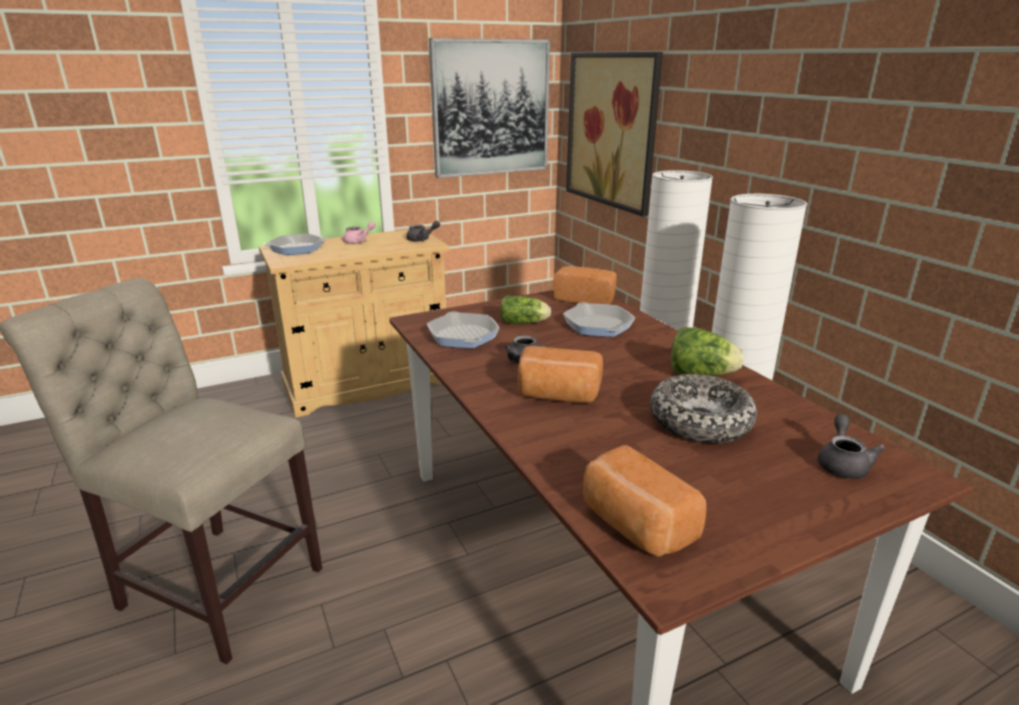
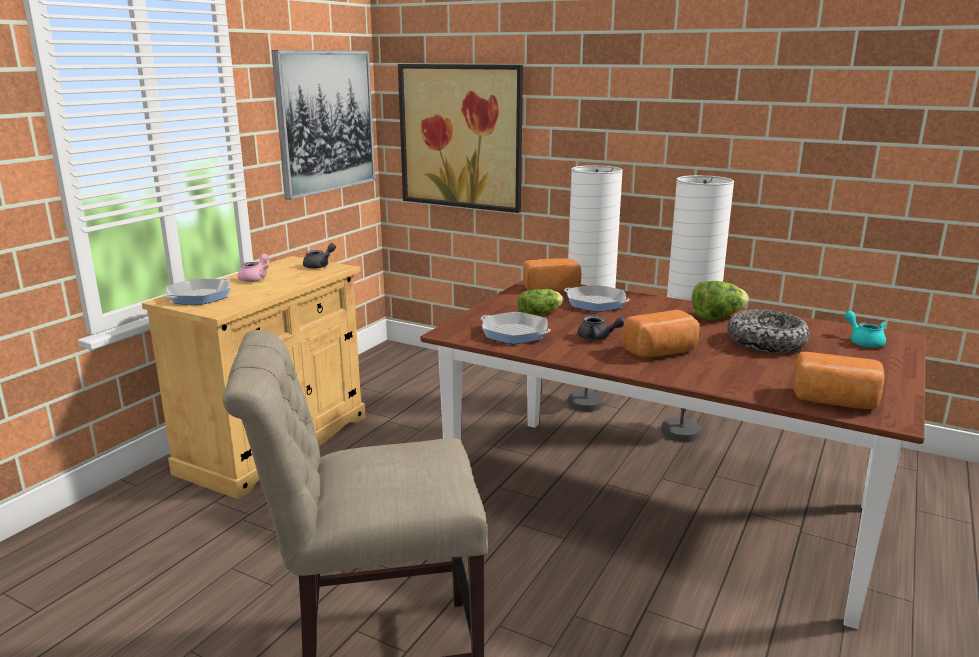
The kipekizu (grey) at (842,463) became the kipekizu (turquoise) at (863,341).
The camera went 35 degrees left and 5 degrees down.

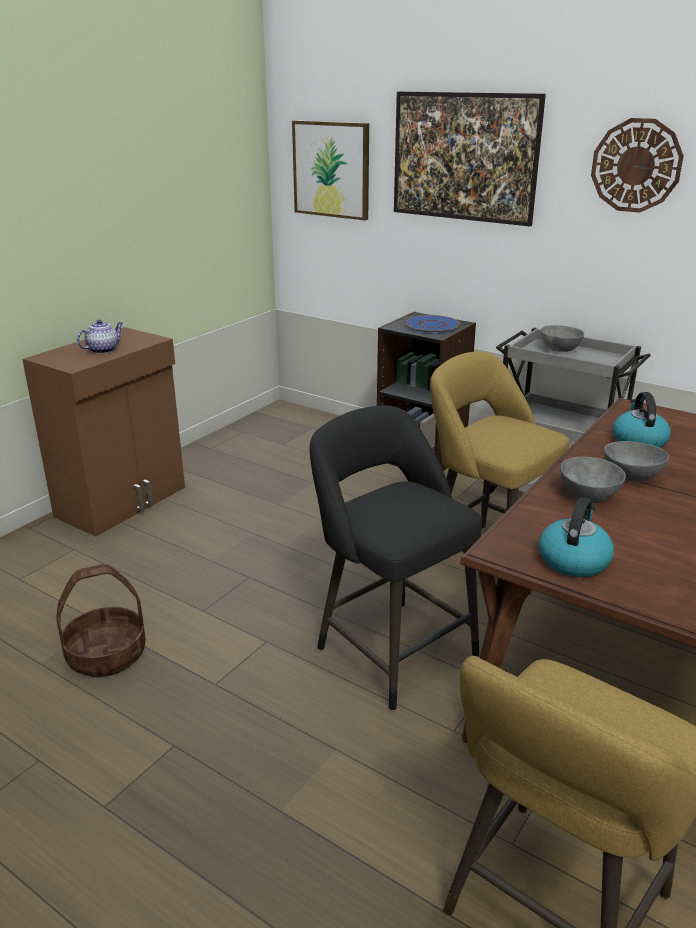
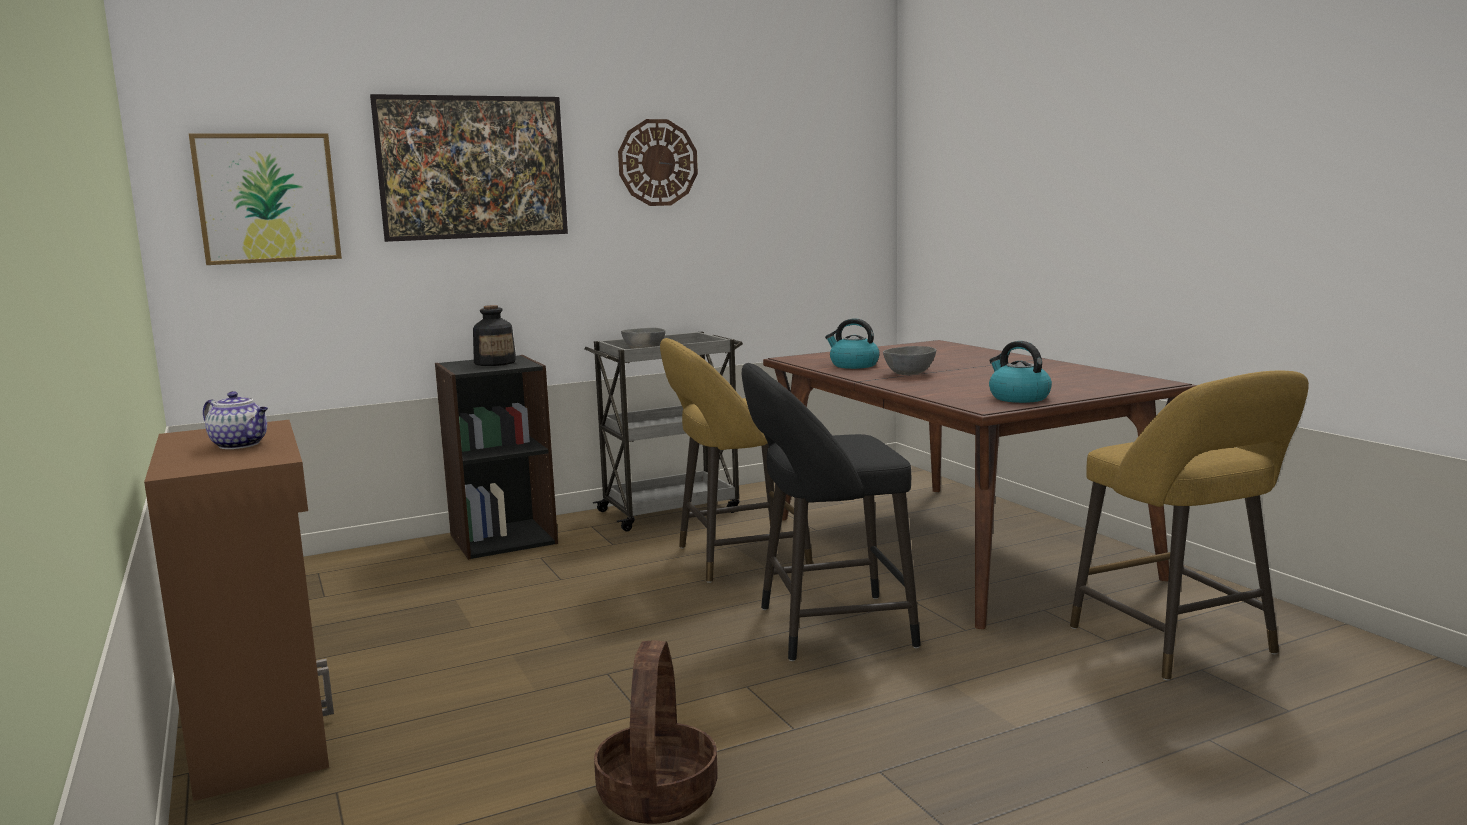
The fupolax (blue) at (432,325) was replaced by the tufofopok at (495,363).
The kipekizu at (103,350) turned 135 degrees clockwise.
The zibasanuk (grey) at (588,496) disappeared.
The camera went 60 degrees left and 15 degrees down.

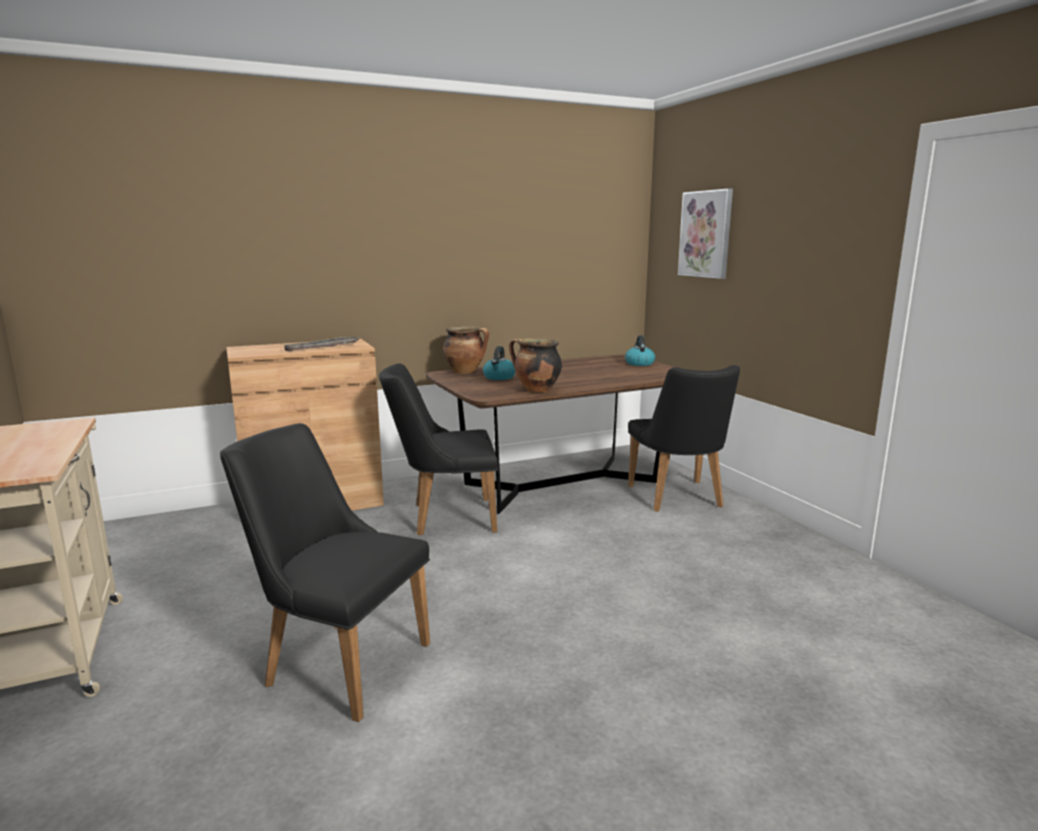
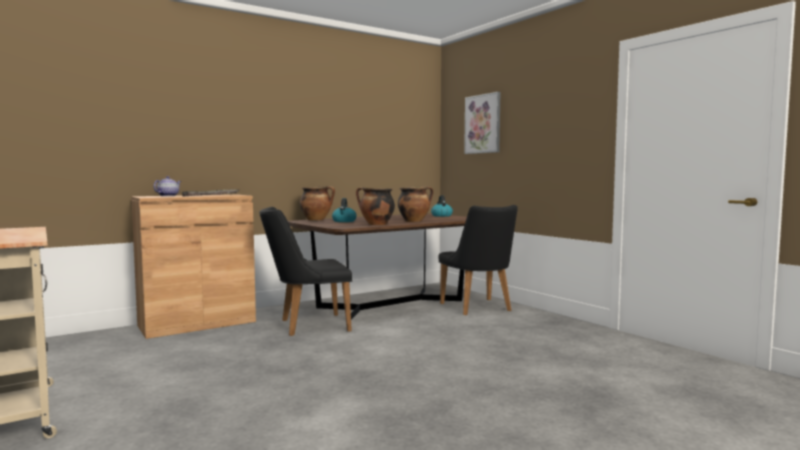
The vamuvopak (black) at (336,661) disappeared.
The kipekizu at (168,196) appeared.
The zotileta at (414,221) appeared.
The camera went 10 degrees left and 10 degrees down.

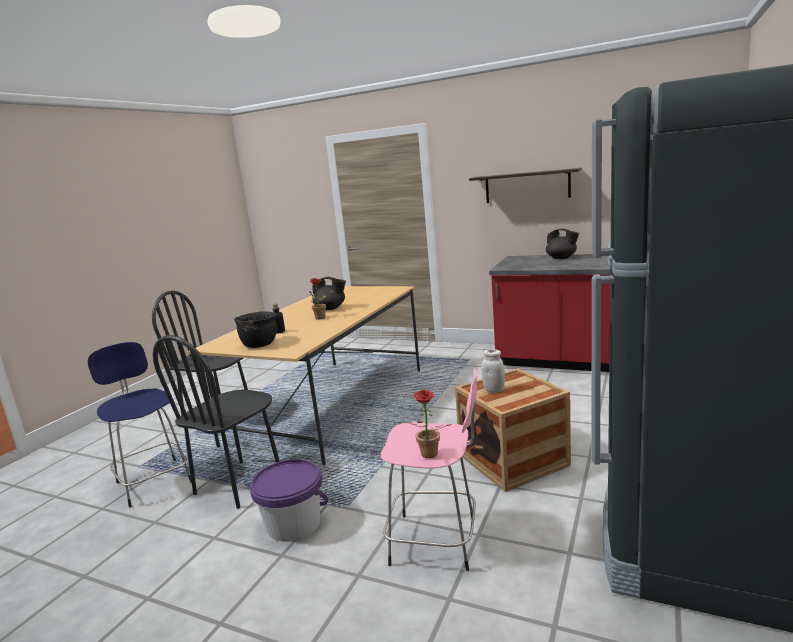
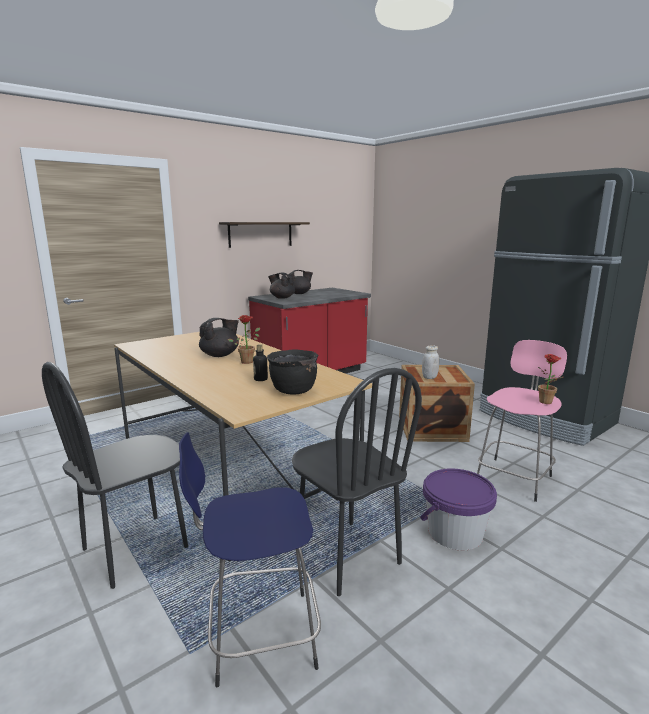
The kipekizu (black) at (282,297) appeared.
The camera went 65 degrees left and 0 degrees up.

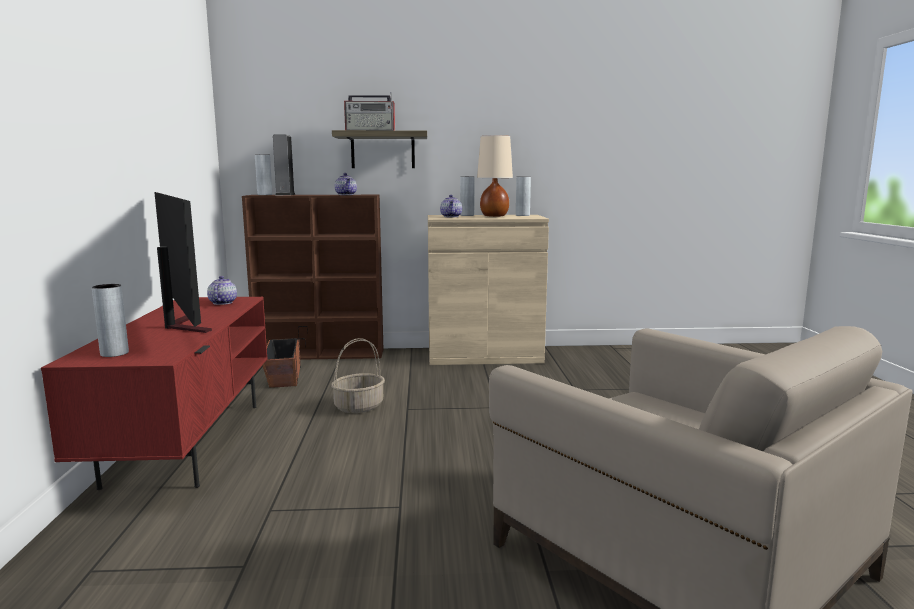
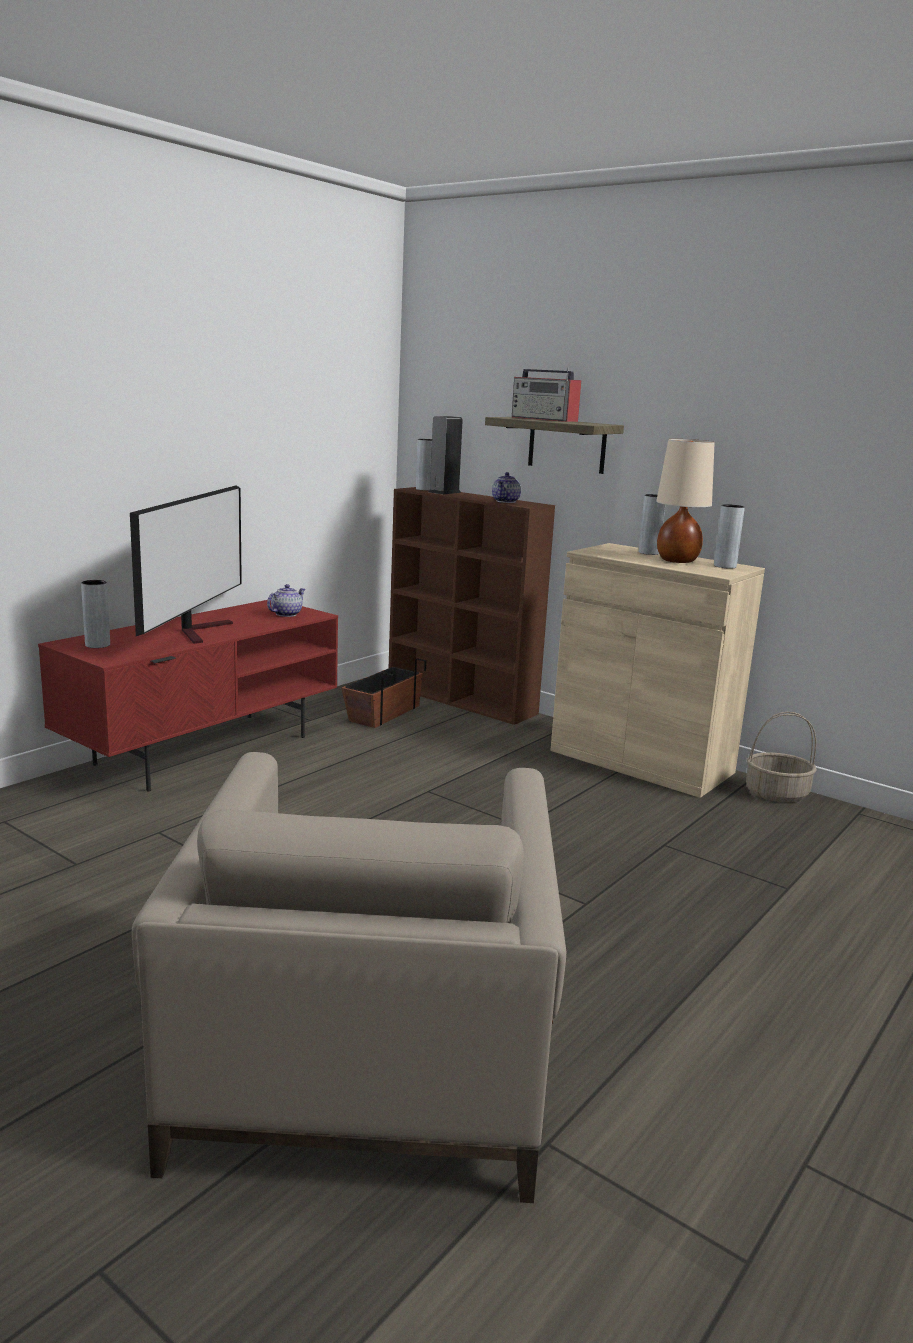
The kipekizu at (451,216) disappeared.
The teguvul moved from (359,406) to (777,793).
The camera went 40 degrees right and 5 degrees up.

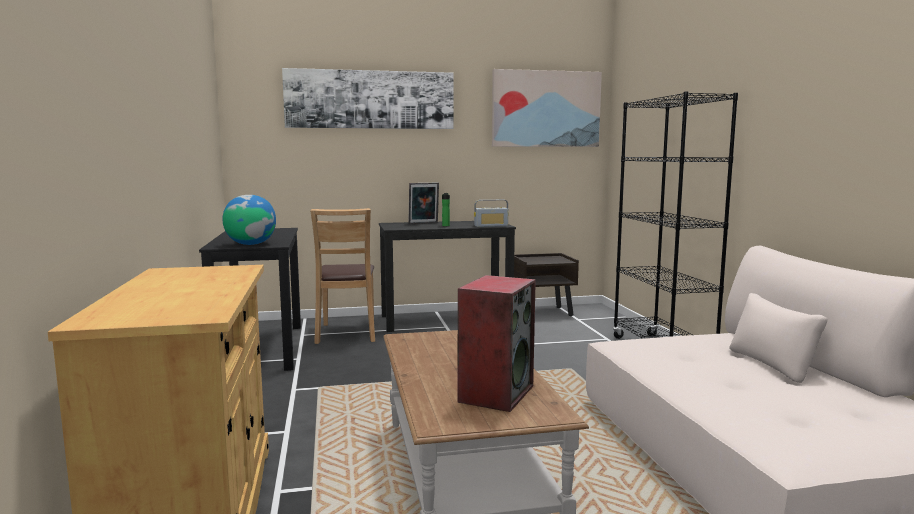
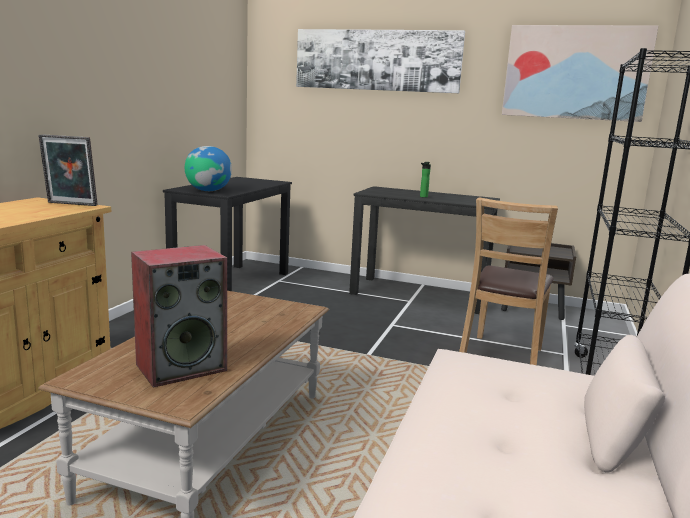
The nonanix moved from (423,223) to (70,204).
The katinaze at (491,226) disappeared.
The vamuvopak (brown) moved from (347,333) to (501,357).
The camera went 30 degrees right and 5 degrees up.

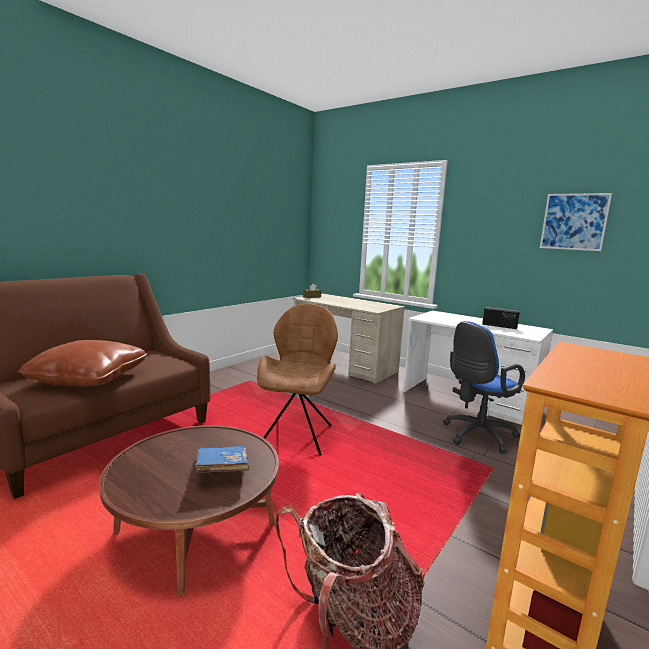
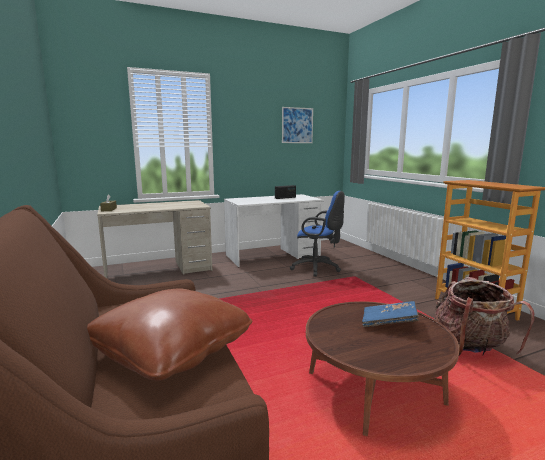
The vamuvopak (brown) at (297,434) disappeared.
The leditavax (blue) at (476,436) turned 60 degrees counterclockwise.
The camera went 60 degrees left and 0 degrees up.

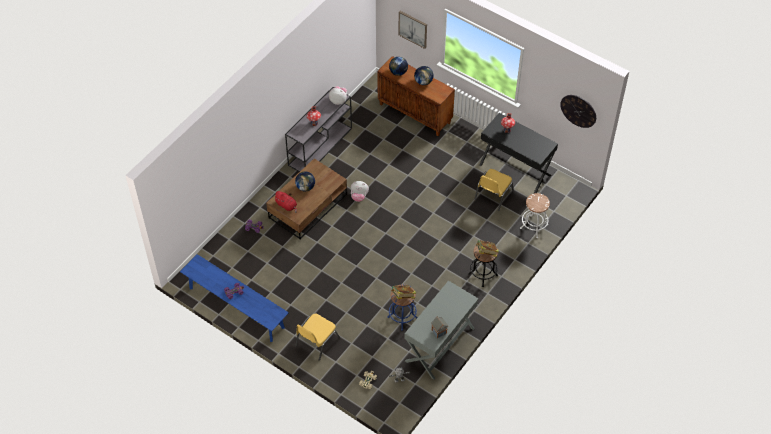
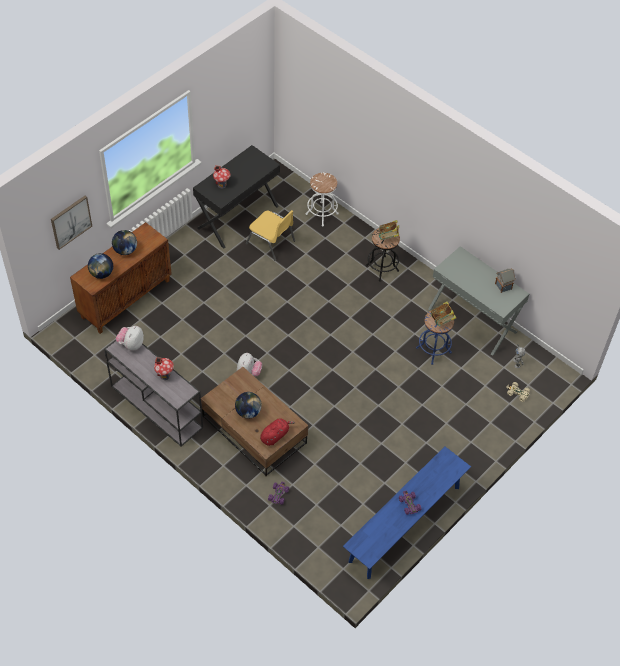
The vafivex at (578,111) disappeared.
The vamuvopak (yellow) at (316,342) disappeared.
The camera went 85 degrees left and 0 degrees up.

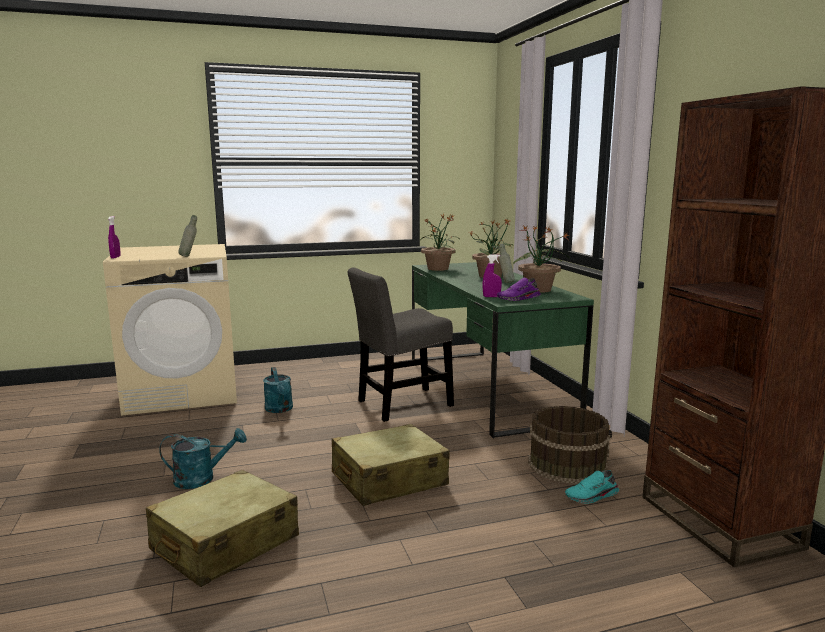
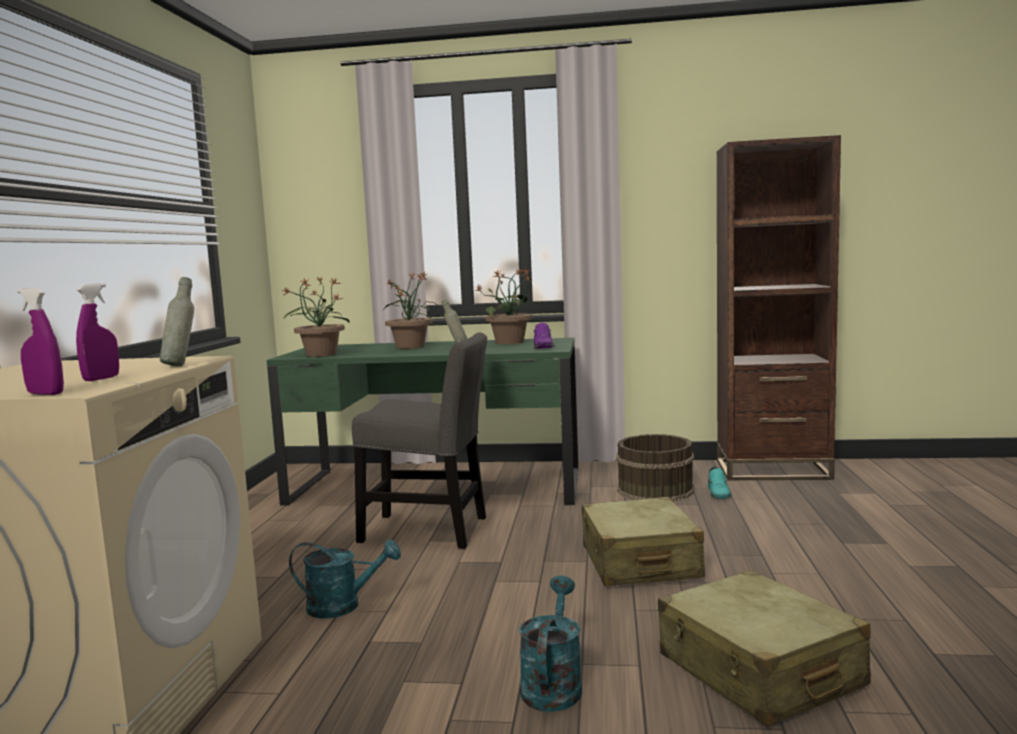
The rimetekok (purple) moved from (491,296) to (101,378).
The vamuvopak (grey) at (401,404) turned 75 degrees counterclockwise.
The camera went 65 degrees left and 5 degrees down.

